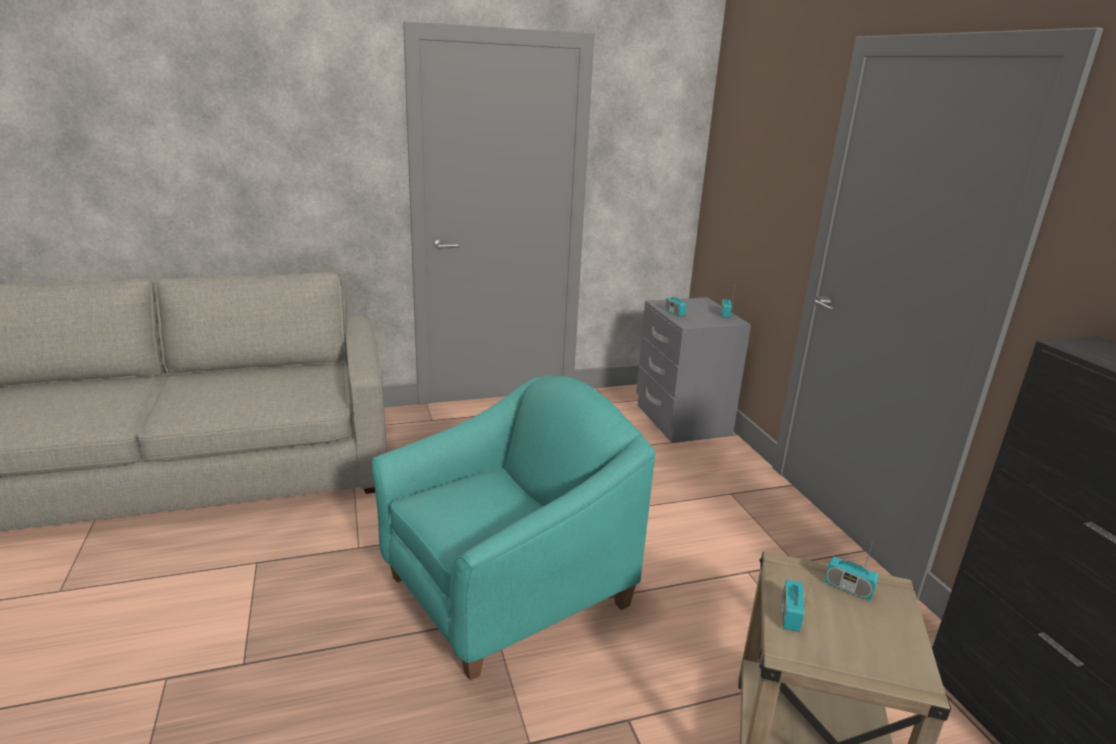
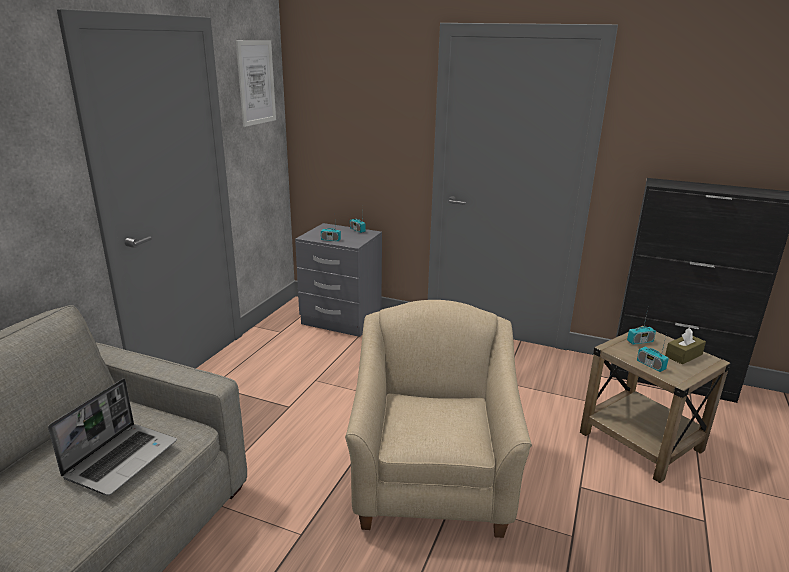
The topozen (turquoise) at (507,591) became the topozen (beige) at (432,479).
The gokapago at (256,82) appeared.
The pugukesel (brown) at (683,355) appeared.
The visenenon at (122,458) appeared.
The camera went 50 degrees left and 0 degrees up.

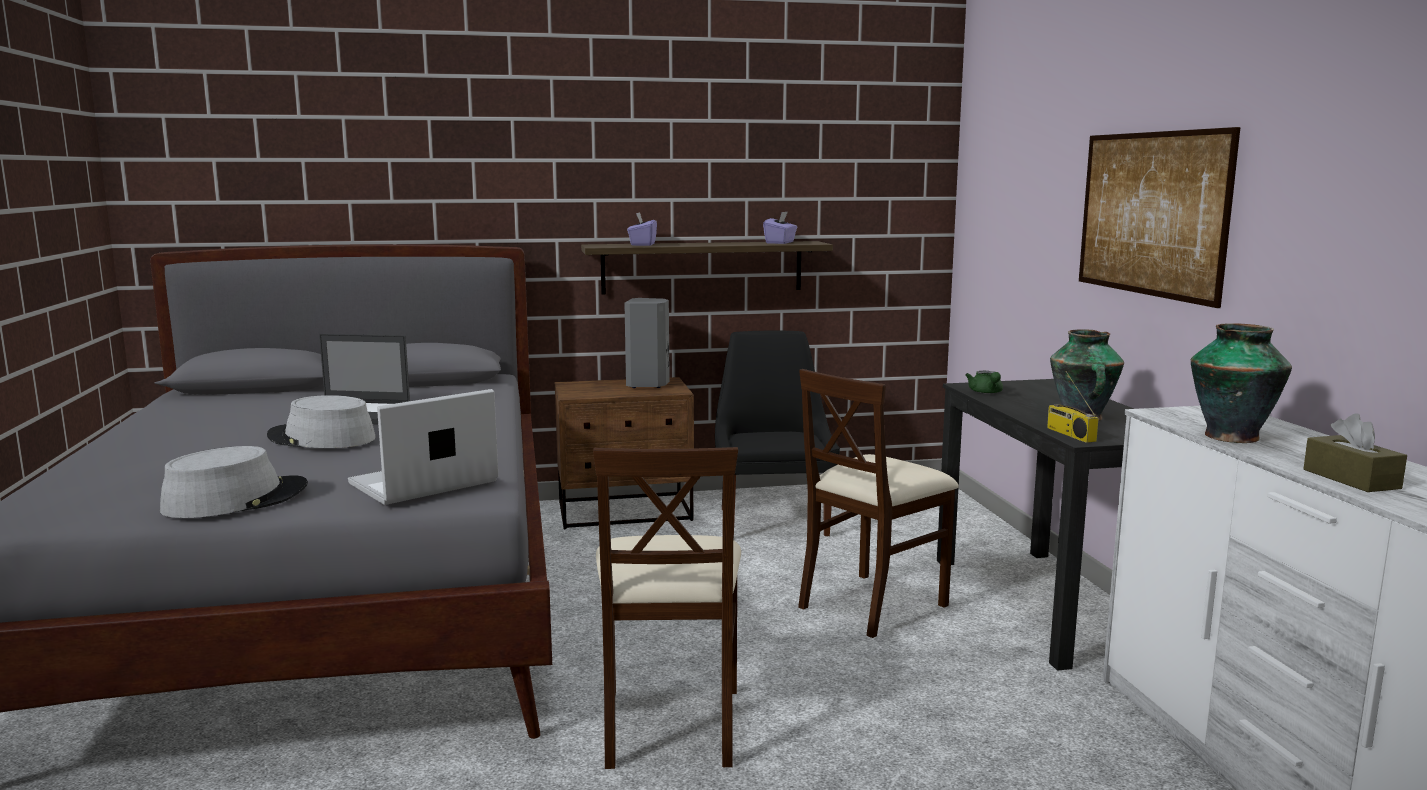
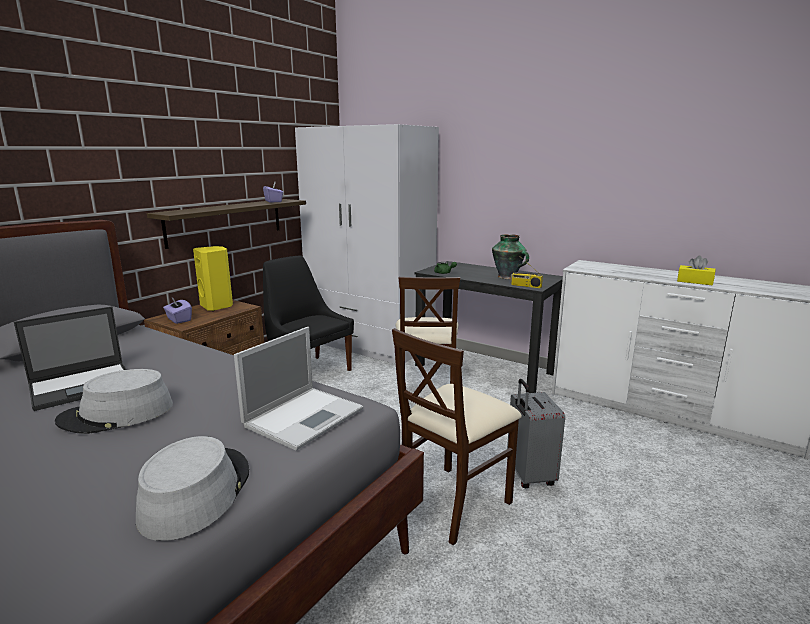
The gokapago at (1151,213) disappeared.
The pugukesel (purple) moved from (642,244) to (178,319).
The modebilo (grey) at (648,384) became the modebilo (yellow) at (217,306).
The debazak at (1231,436) disappeared.
The visenenon at (421,483) turned 150 degrees counterclockwise.
The pugukesel (brown) at (1351,479) became the pugukesel (yellow) at (695,281).
The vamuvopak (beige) at (669,724) turned 90 degrees clockwise.
The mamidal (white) at (370,344) appeared.
The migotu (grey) at (528,475) appeared.
The camera went 45 degrees left and 5 degrees up.

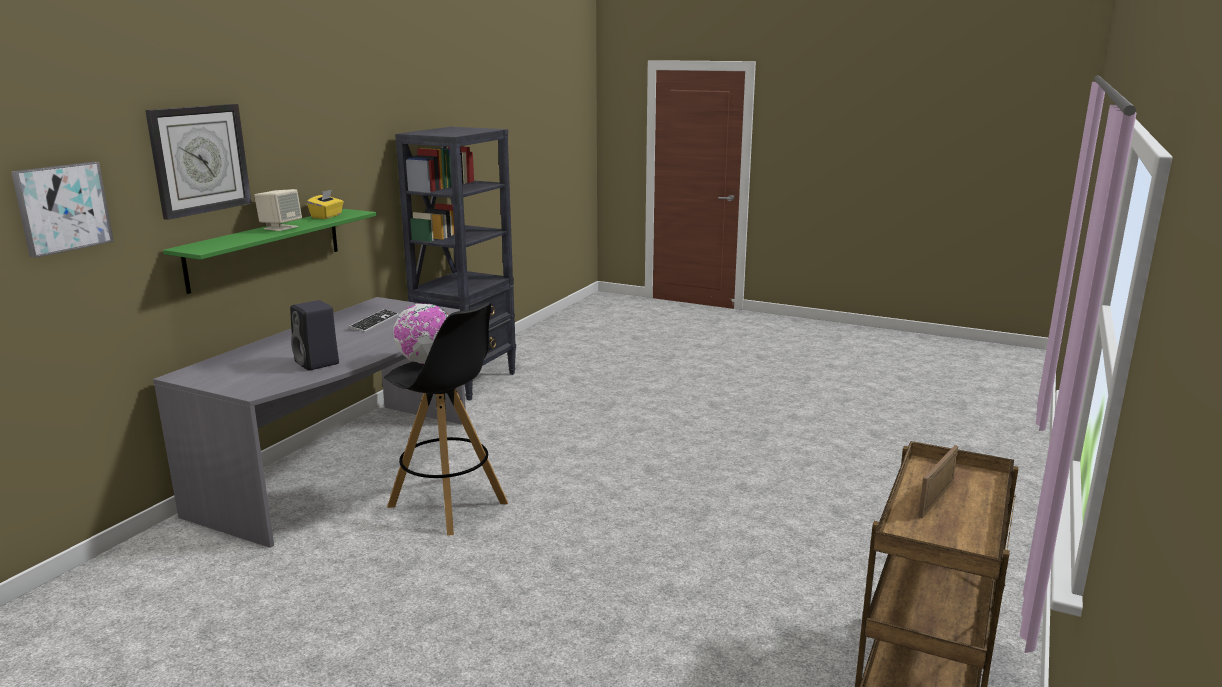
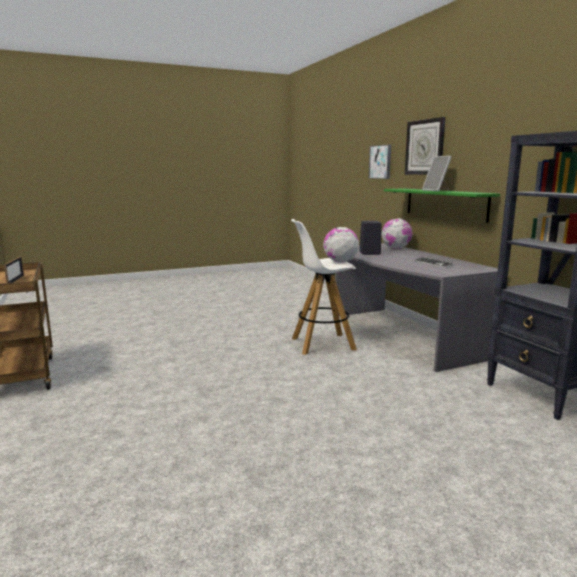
The modebilo (beige) at (280,228) was replaced by the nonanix at (436,190).
The pugukesel (yellow) at (327,216) disappeared.
The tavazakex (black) at (449,505) became the tavazakex (white) at (322,344).
The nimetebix at (396,248) appeared.
The camera went 130 degrees right and 5 degrees down.

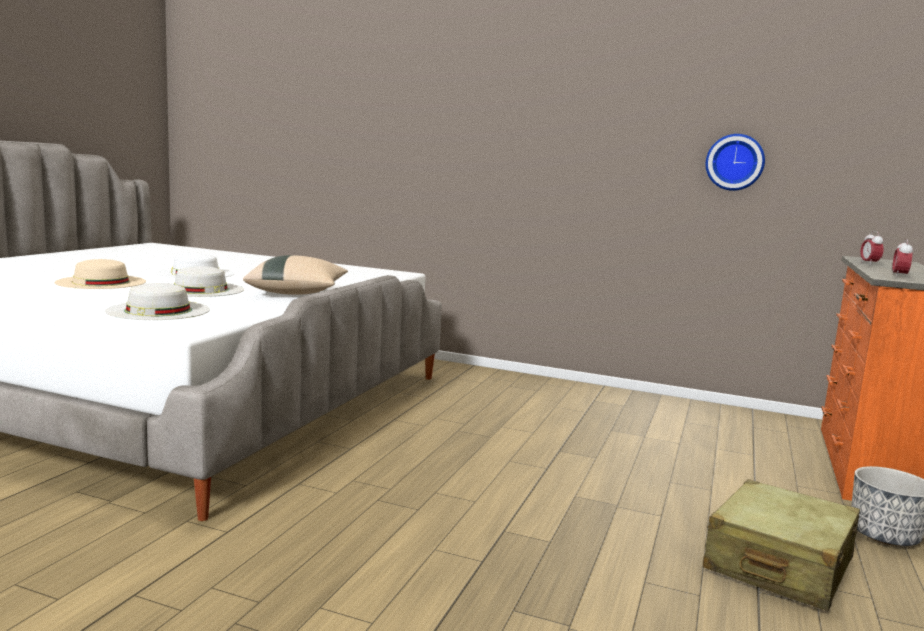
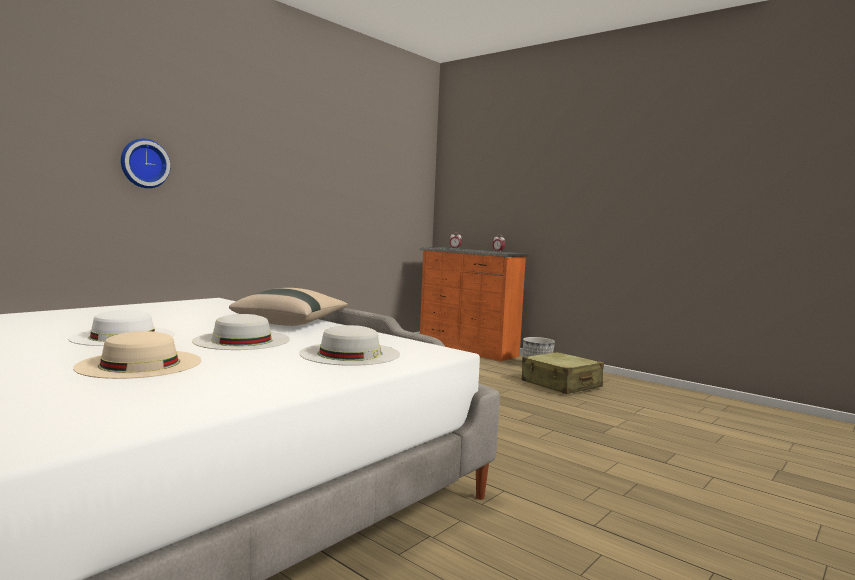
The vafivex moved from (734,162) to (144,163).
The camera went 70 degrees left and 5 degrees down.

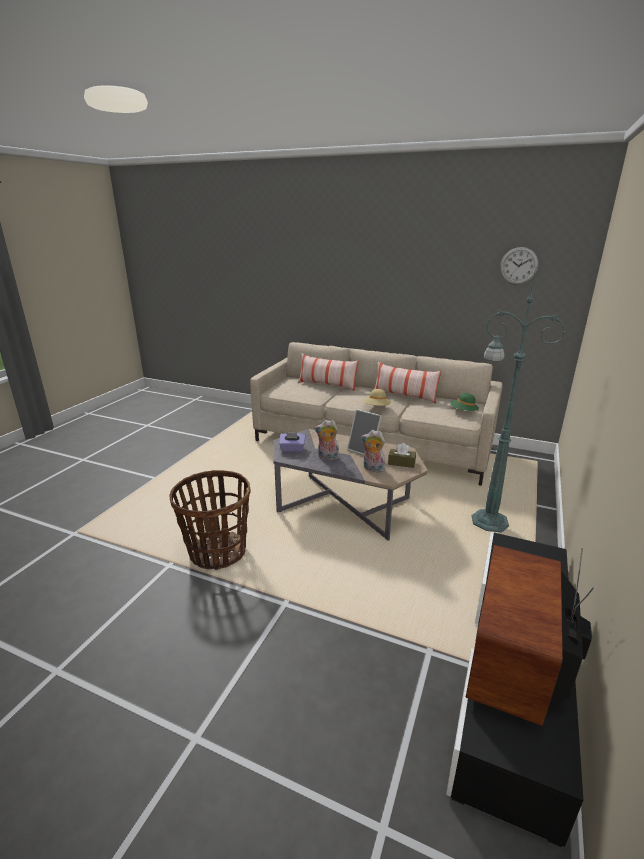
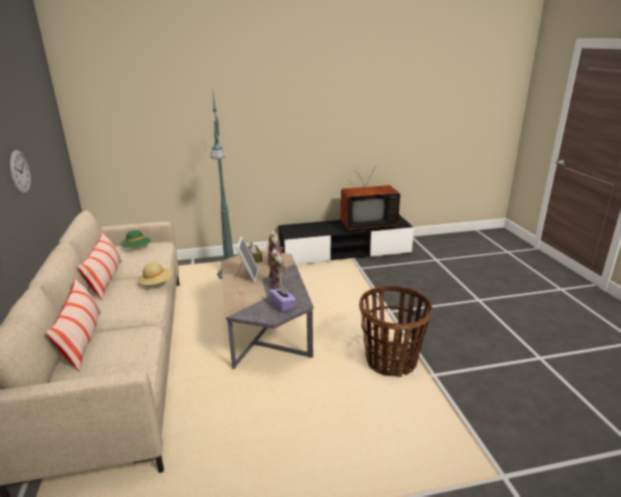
The vafivex moved from (518,265) to (20,172).
The camera went 125 degrees left and 0 degrees up.

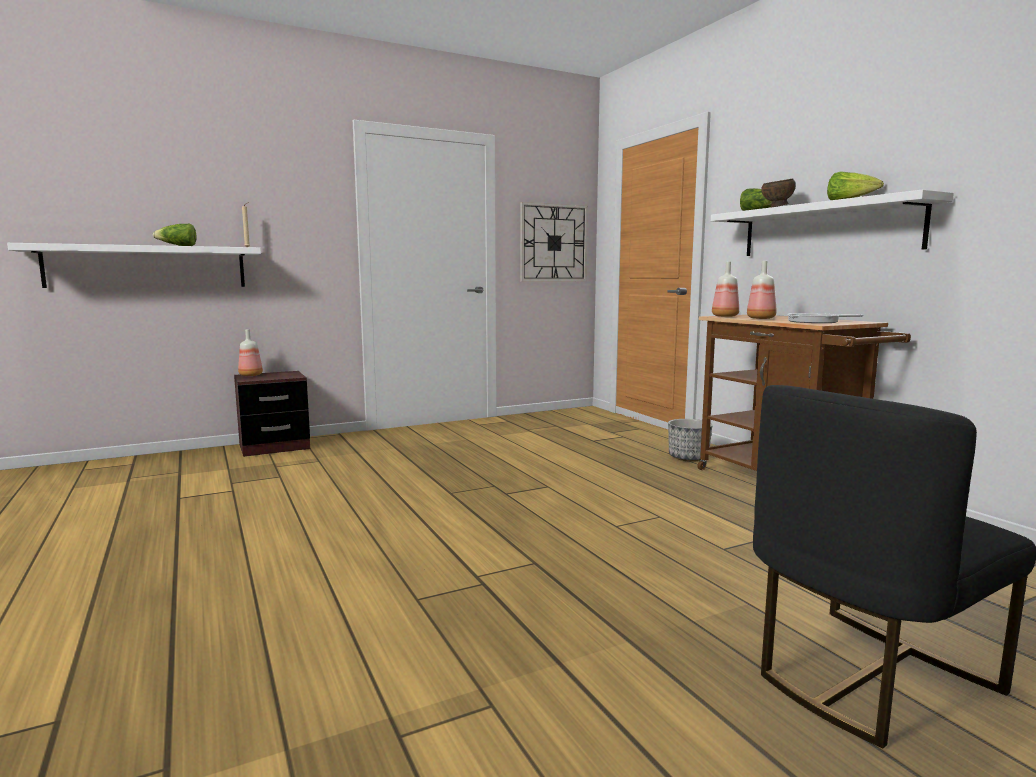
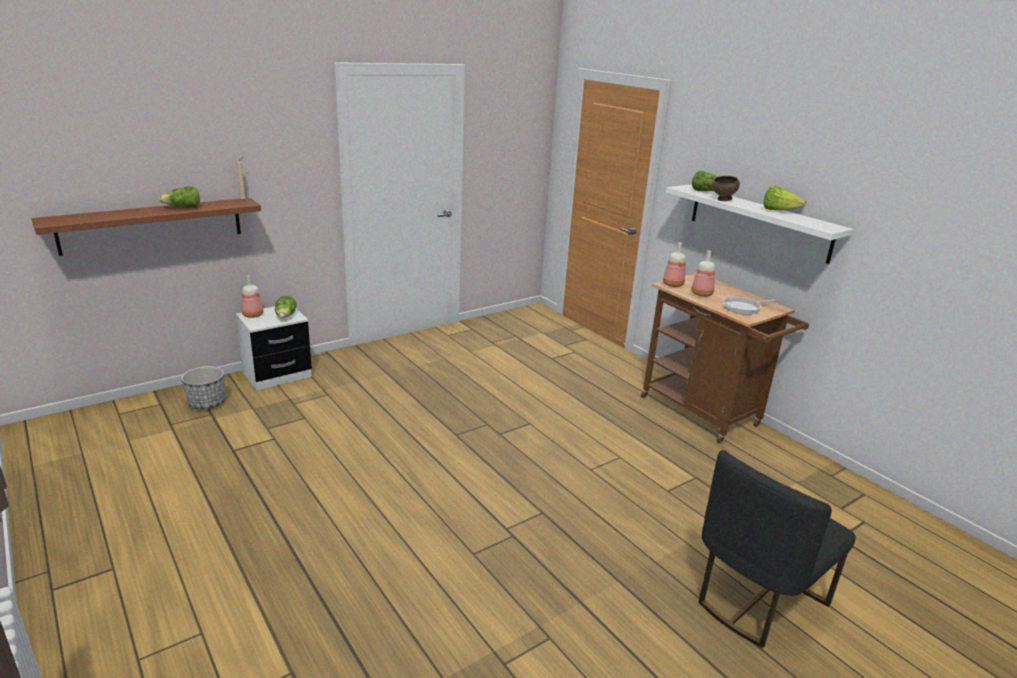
The vafivex at (553,243) disappeared.
The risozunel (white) at (147,267) became the risozunel (brown) at (152,225).
The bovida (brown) at (274,447) became the bovida (white) at (277,374).
The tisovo moved from (688,458) to (207,403).
The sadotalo at (286,317) appeared.
The camera went 10 degrees left and 15 degrees up.

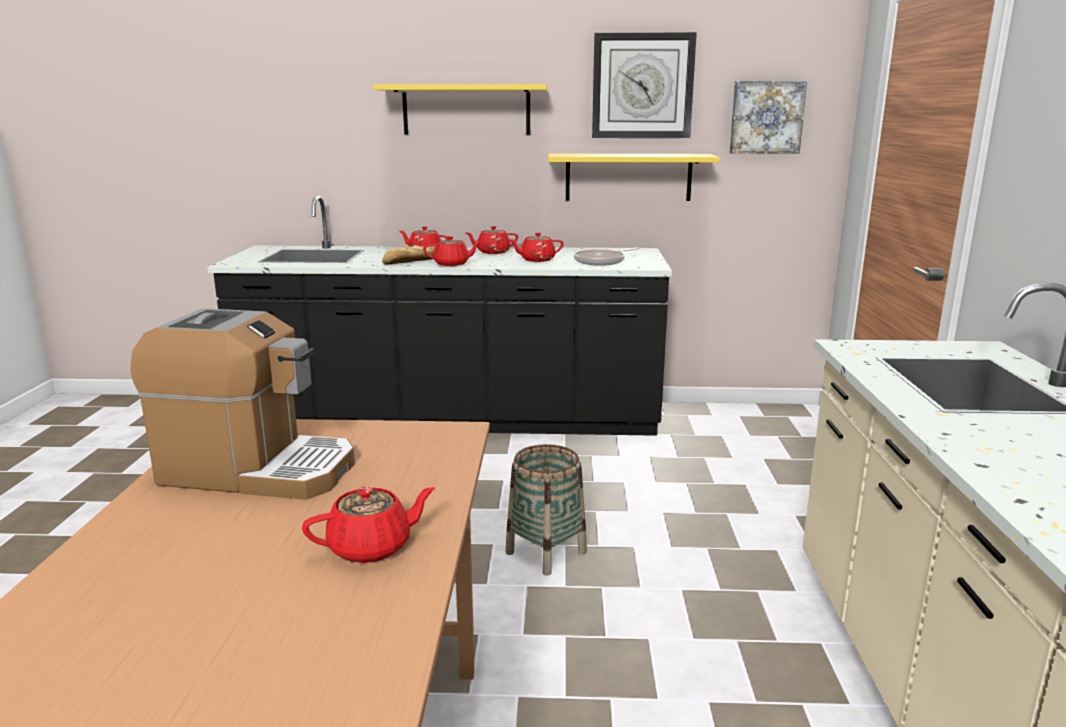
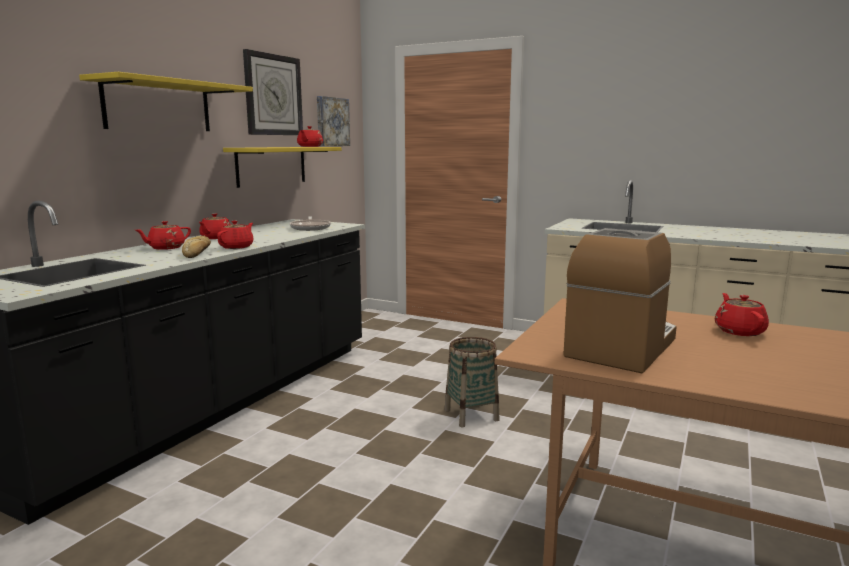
The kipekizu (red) moved from (536,260) to (309,146).
The camera went 65 degrees left and 5 degrees down.

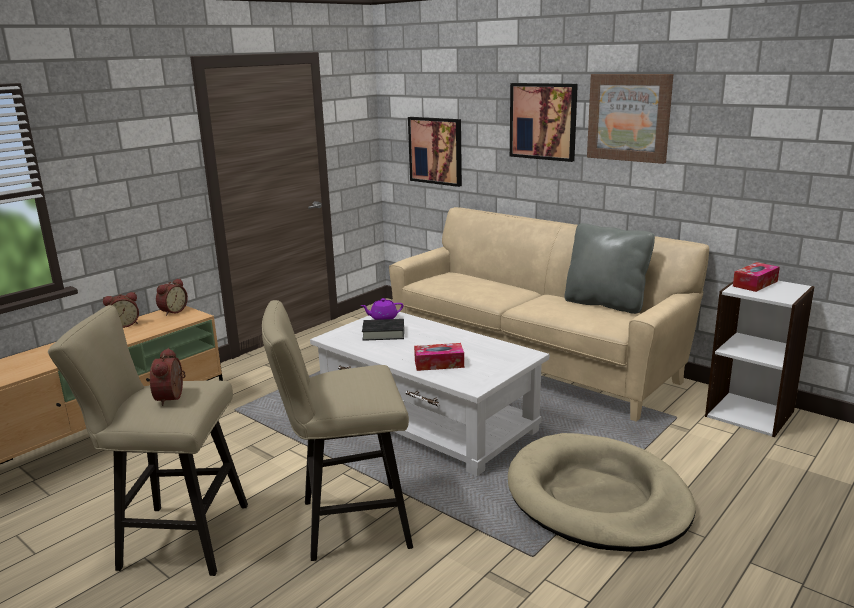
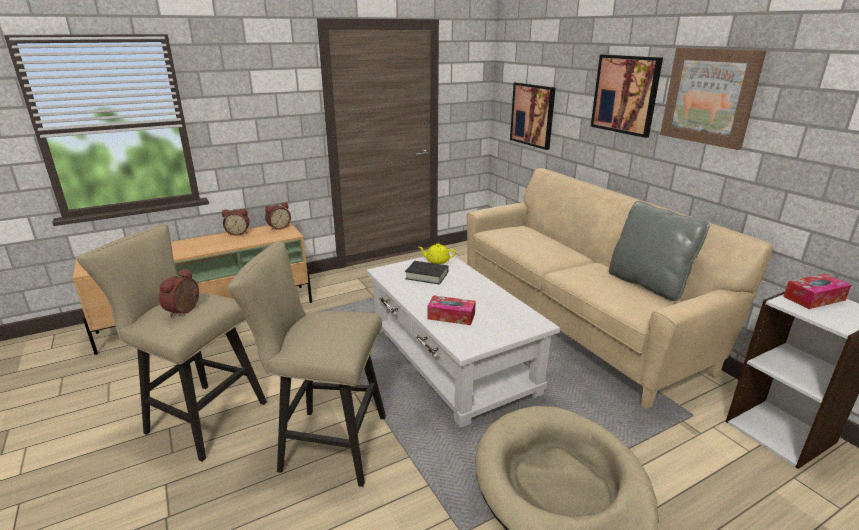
The kipekizu (purple) at (383,318) became the kipekizu (yellow) at (437,261).
The camera went 20 degrees right and 5 degrees up.

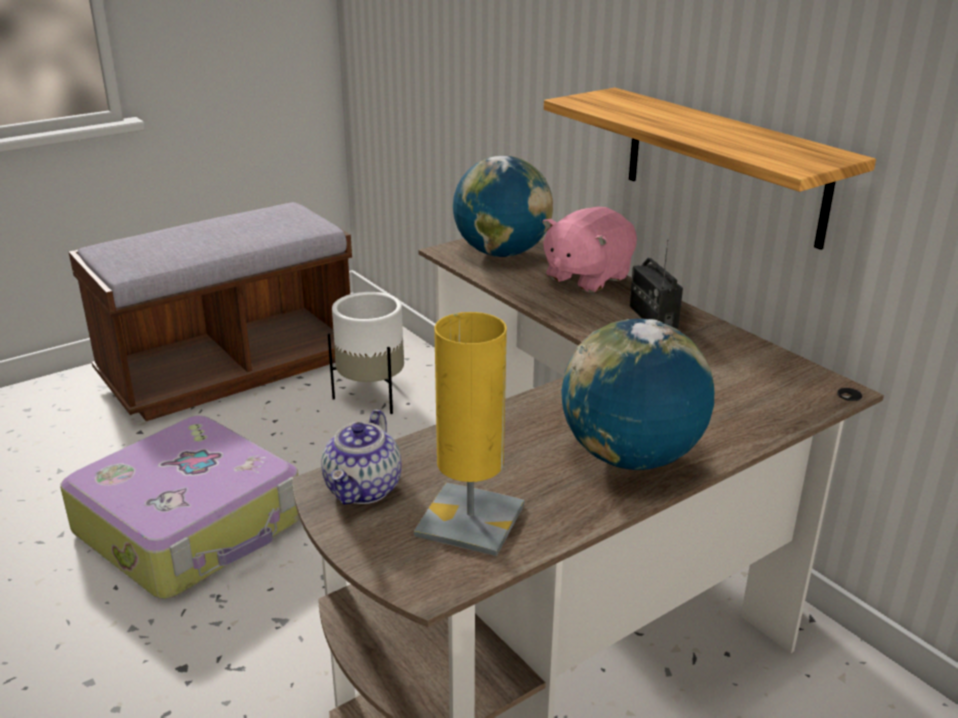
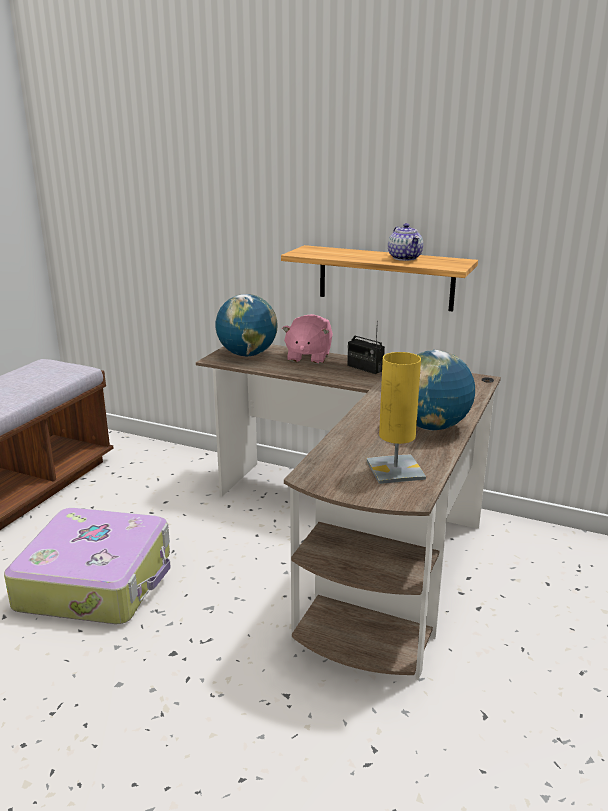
The tisovo (white) at (372,397) disappeared.
The kipekizu moved from (364,489) to (405,258).
The camera went 30 degrees left and 5 degrees down.

